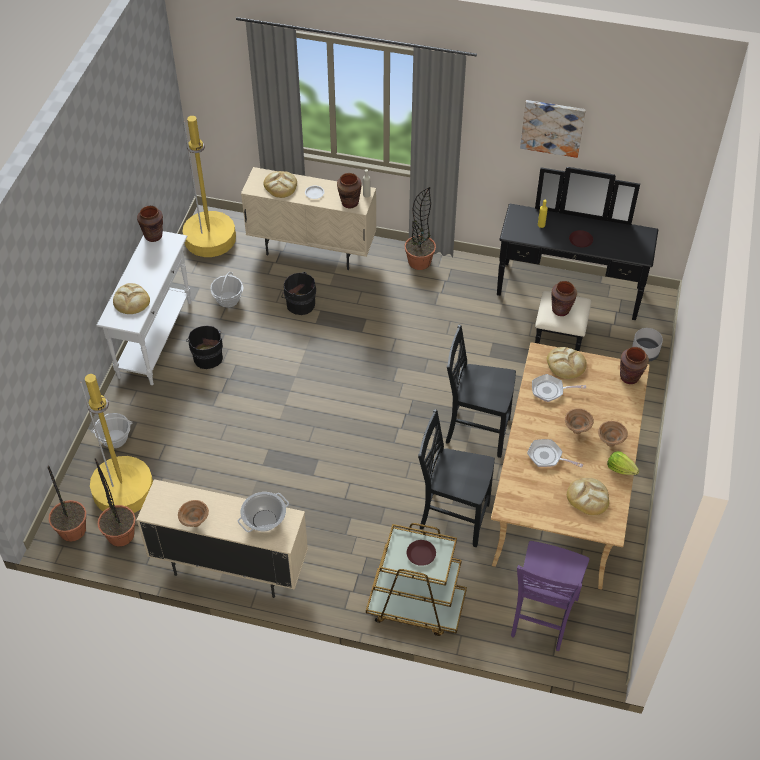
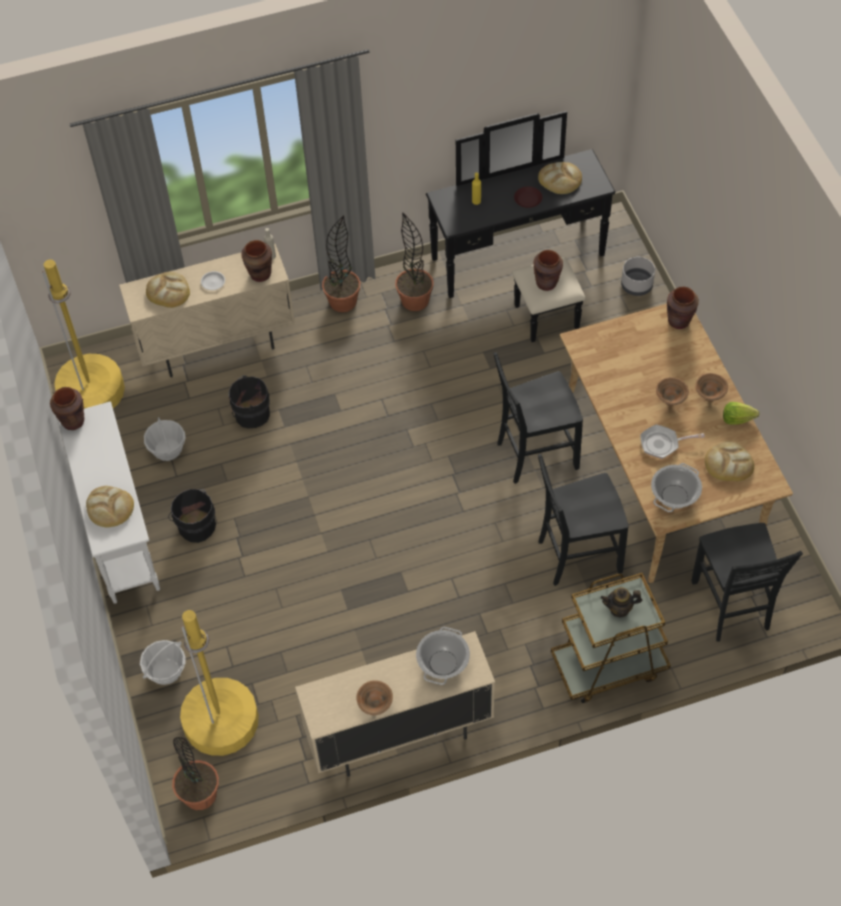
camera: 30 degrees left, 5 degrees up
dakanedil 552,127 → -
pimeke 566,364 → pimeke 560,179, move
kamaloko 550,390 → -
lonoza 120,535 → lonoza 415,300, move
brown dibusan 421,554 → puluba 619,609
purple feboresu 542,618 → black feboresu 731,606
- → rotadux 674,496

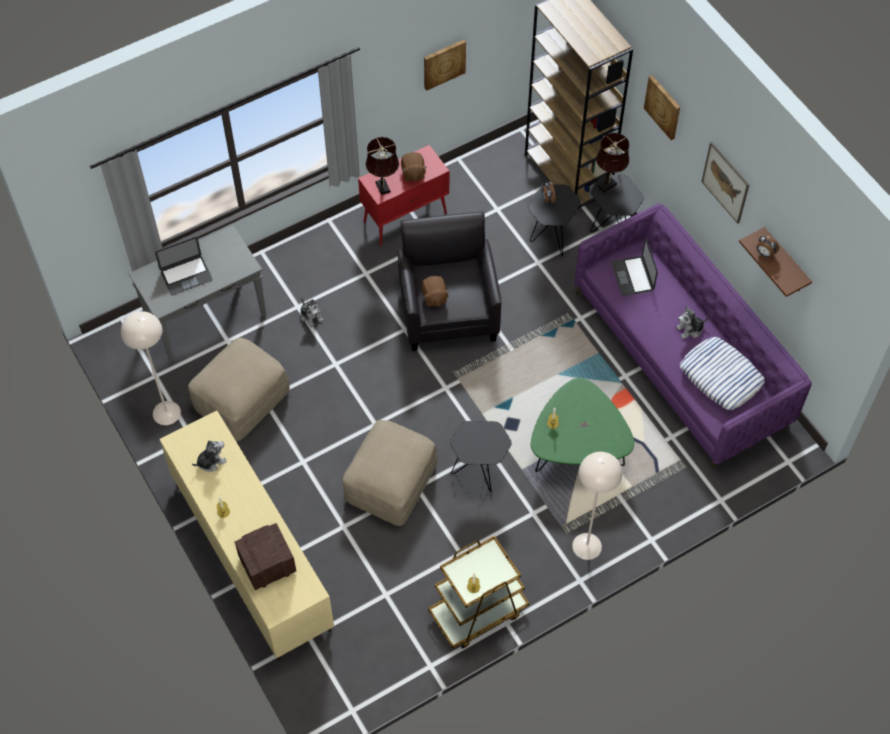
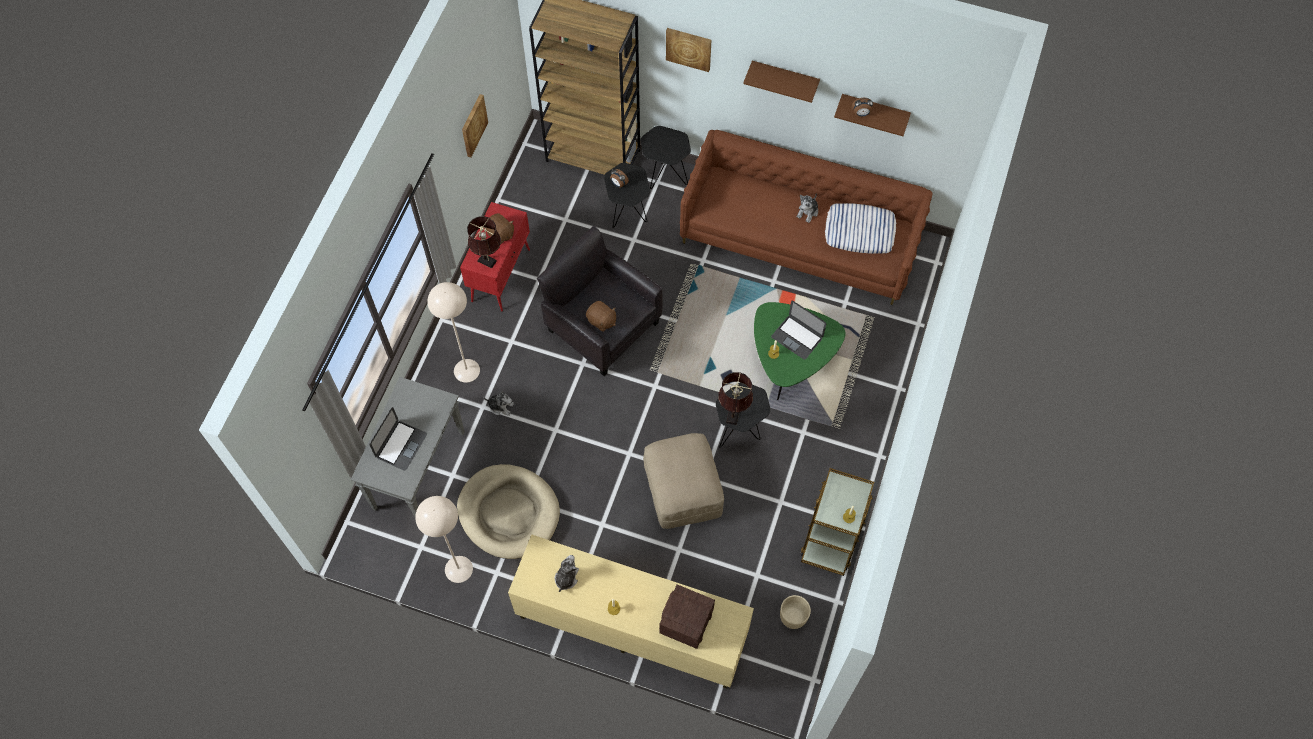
camera: 40 degrees left, 5 degrees up
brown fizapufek 609,184 → brown fizapufek 733,414, move
dakanedil 725,182 → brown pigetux 784,78
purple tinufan 681,358 → brown tinufan 799,239
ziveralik 632,276 → ziveralik 797,337, move
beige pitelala 241,399 → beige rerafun 509,513
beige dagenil 586,546 → beige dagenil 466,370, move
- → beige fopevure 793,617

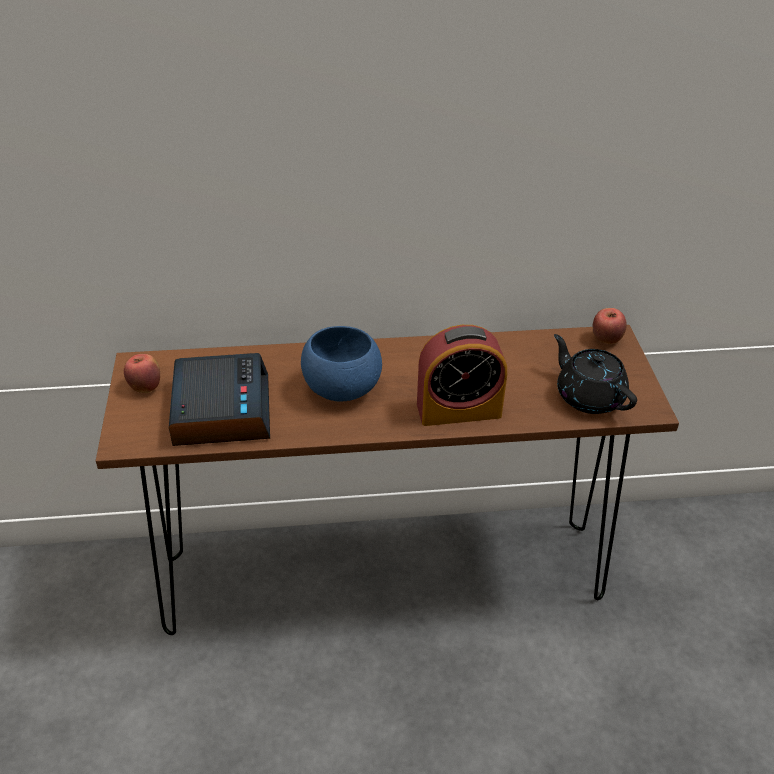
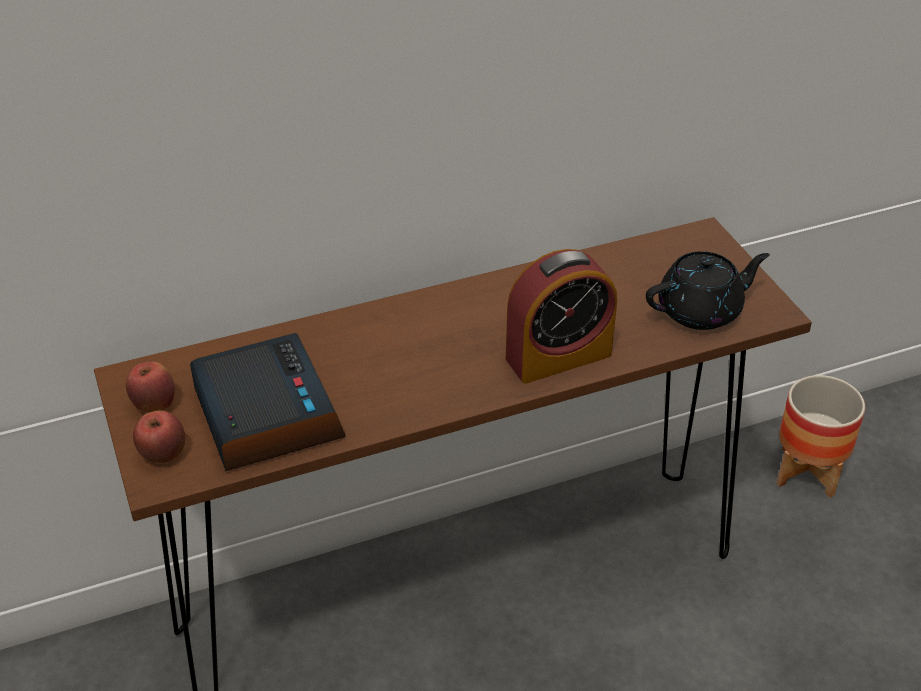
camera: 15 degrees left, 0 degrees up
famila 606,340 → famila 163,455, move
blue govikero 341,389 → -
black puluba 589,396 → black puluba 701,310, 120 degrees clockwise
- → fopevure 807,472

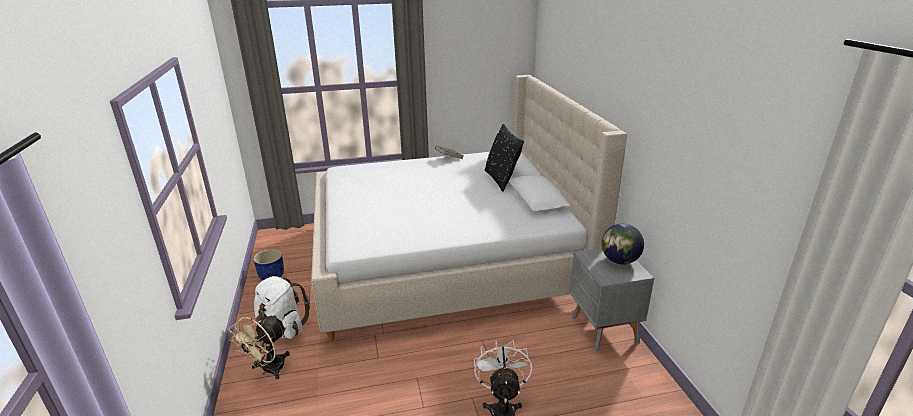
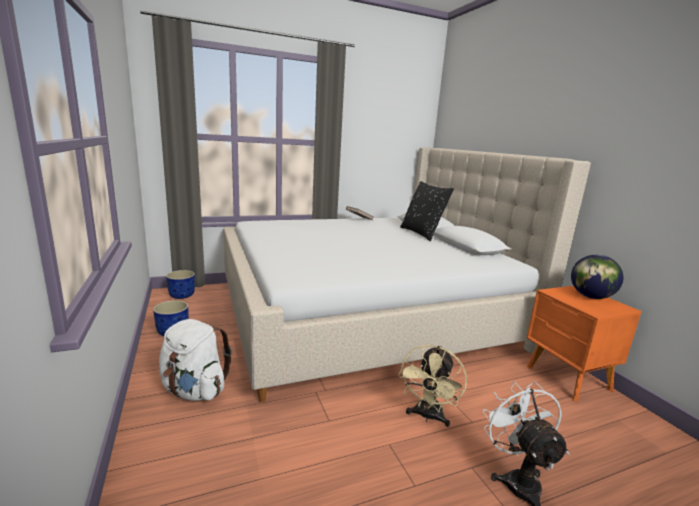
camera: 10 degrees left, 10 degrees down
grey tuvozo 604,330 → orange tuvozo 568,379
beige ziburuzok 268,370 → beige ziburuzok 427,417, move
- → blue fopevure 182,295

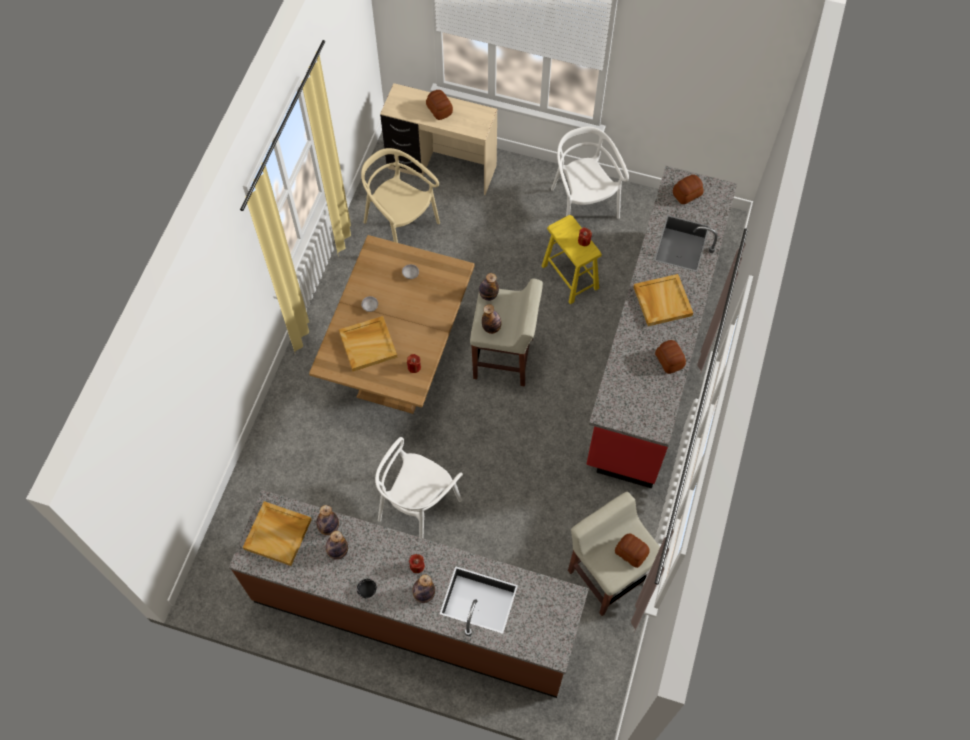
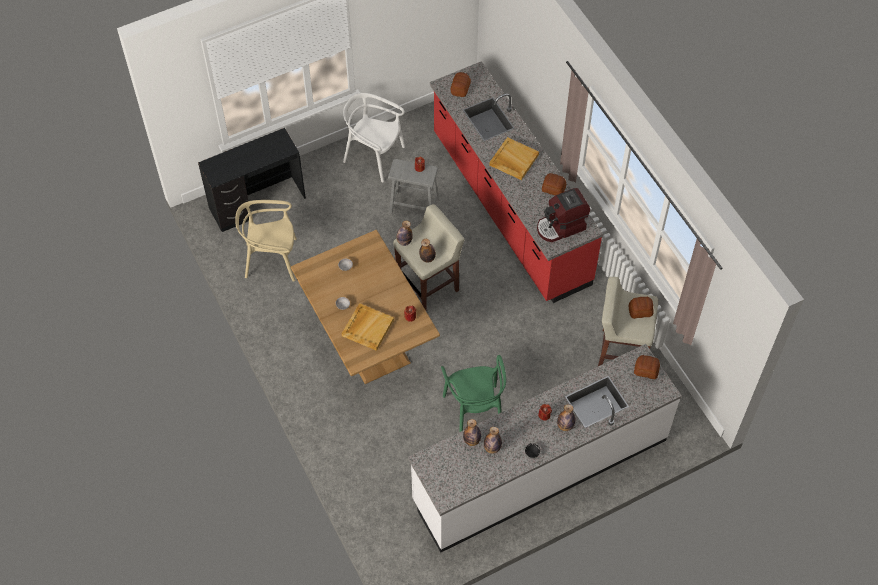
camera: 45 degrees left, 5 degrees down
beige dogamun 442,168 → black dogamun 258,204
pimeke 439,109 → pimeke 646,370, move
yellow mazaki 570,277 → grey mazaki 414,205
white feboresu 418,507 → green feboresu 474,412
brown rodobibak 415,612 → white rodobibak 540,470
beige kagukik 278,534 → -
- → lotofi 561,227

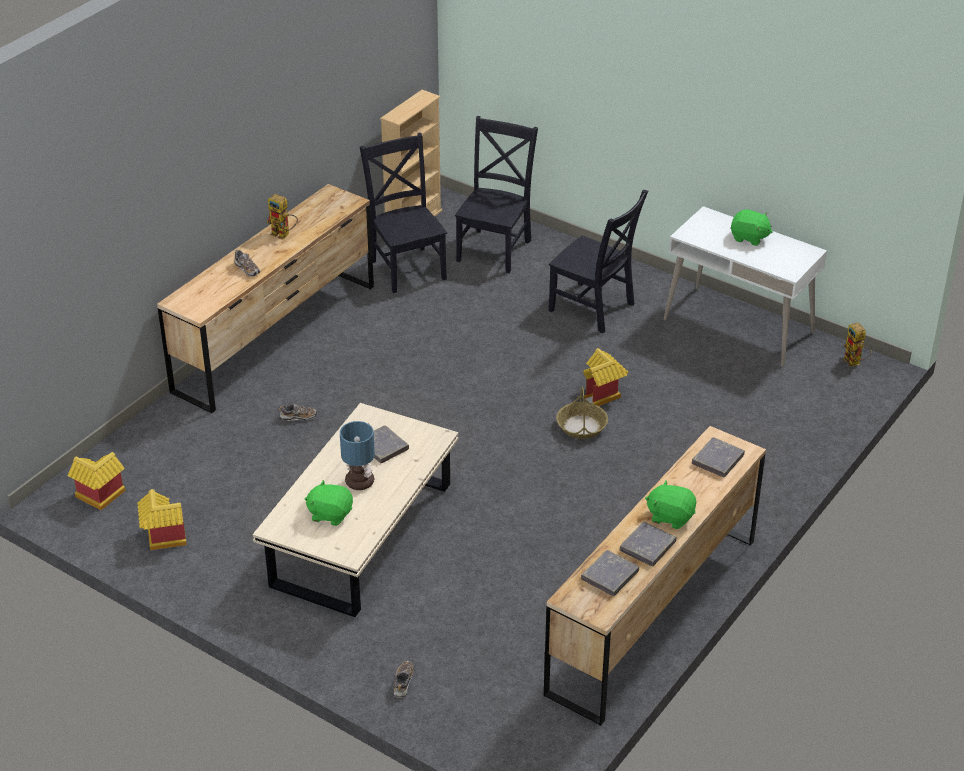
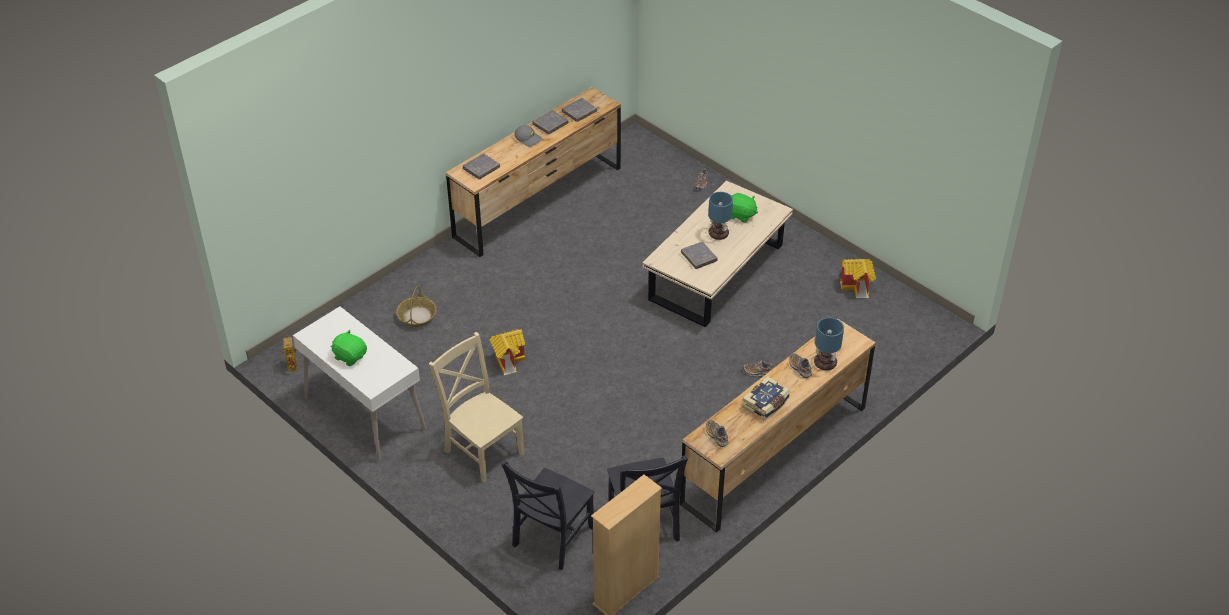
camera: 170 degrees left, 5 degrees up
black feboresu 594,309 → beige feboresu 482,449
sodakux 284,235 → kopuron 766,404
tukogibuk 582,426 → tukogibuk 417,316, move
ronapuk 99,498 → -
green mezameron 670,516 → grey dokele 528,139
- → fizapufek 826,363
- → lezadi 716,436

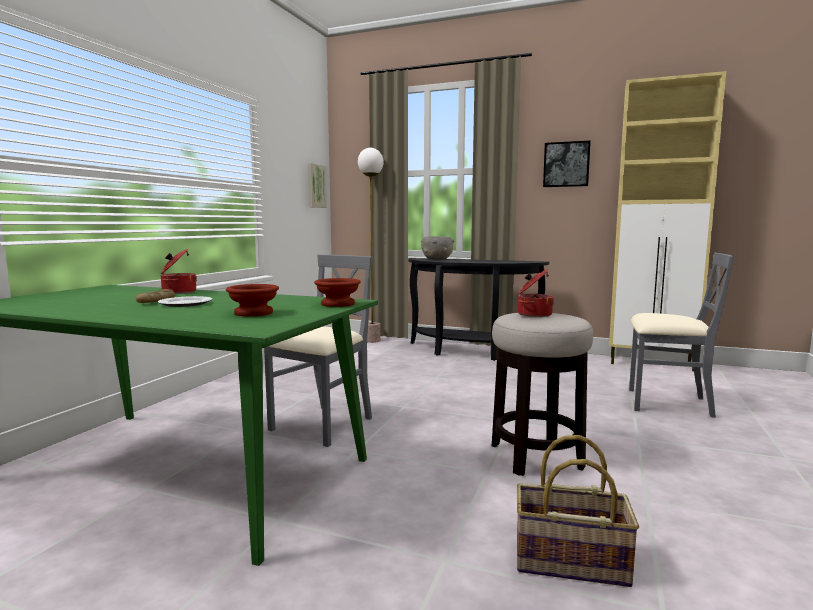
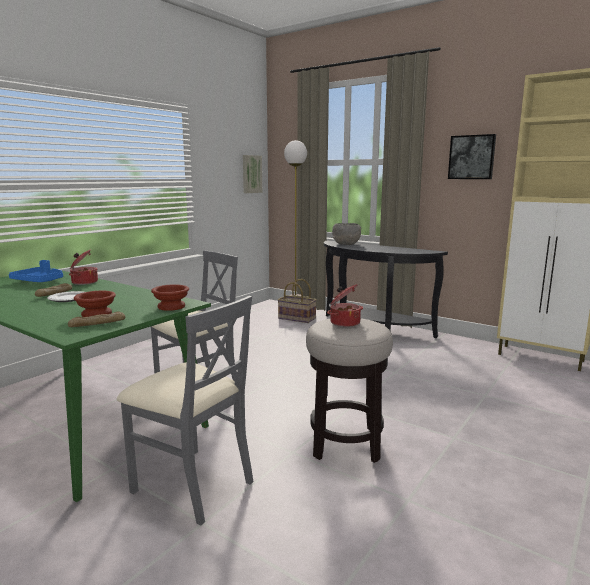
camera: 15 degrees right, 5 degrees up
grey feboresu 667,403 → grey feboresu 193,484, move
tukogibuk 570,562 → tukogibuk 296,318, move
- → blue kagukik 39,281
- → pimeke 97,324

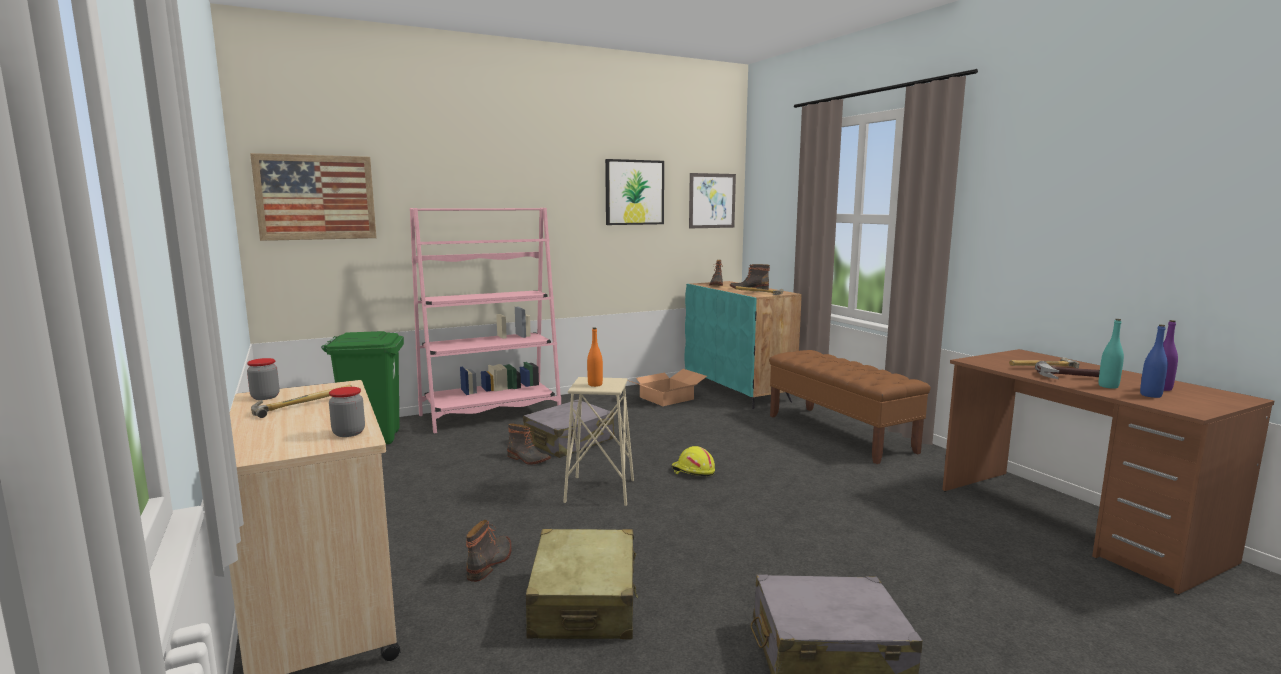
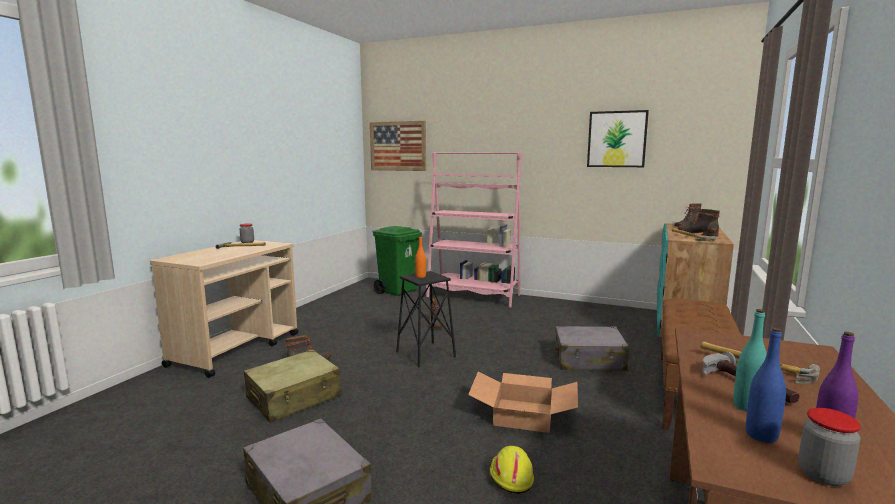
camera: 50 degrees right, 0 degrees up
dakanedil 712,200 → -
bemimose 666,398 → bemimose 524,414, move
beige mazaki 600,491 → black mazaki 426,354
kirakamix 349,433 → kirakamix 823,475, move
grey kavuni 569,441 → grey kavuni 589,360, move
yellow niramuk 693,471 → yellow niramuk 510,477, move

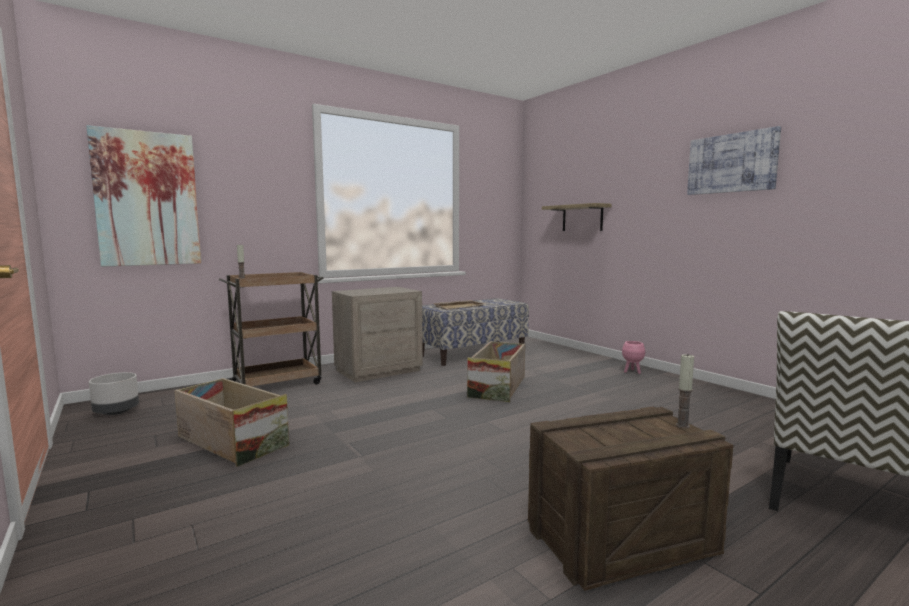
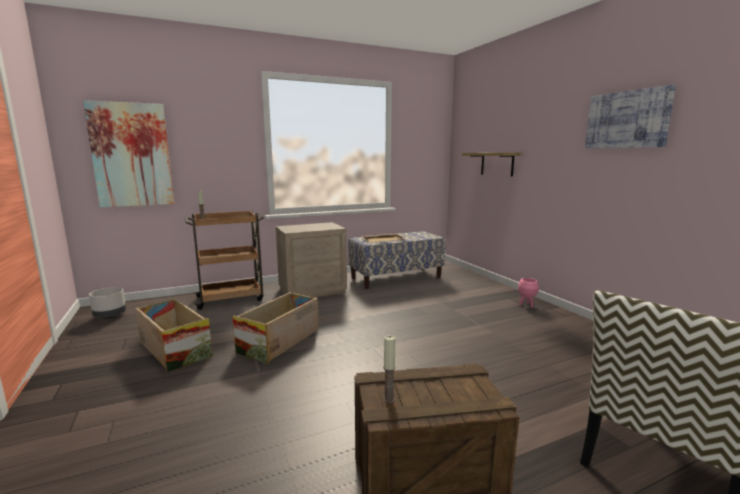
camera: 10 degrees right, 5 degrees up
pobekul 498,386 → pobekul 280,340, move
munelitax 682,426 → munelitax 389,399, move

